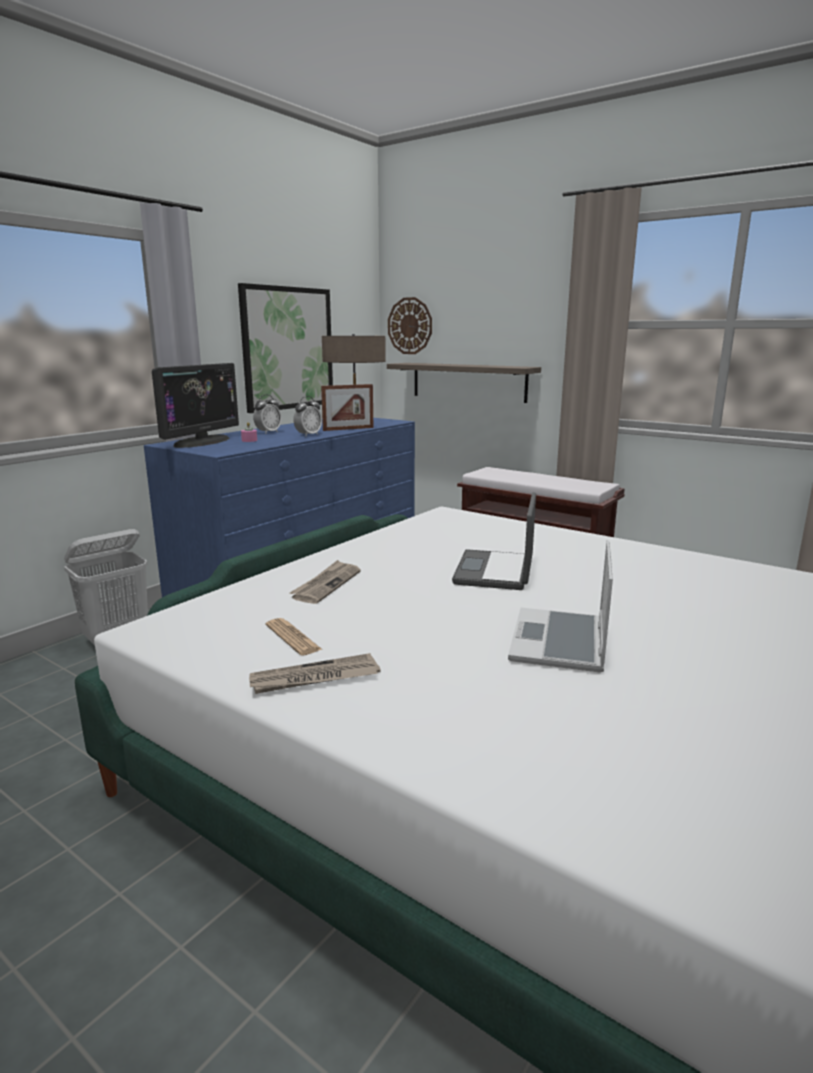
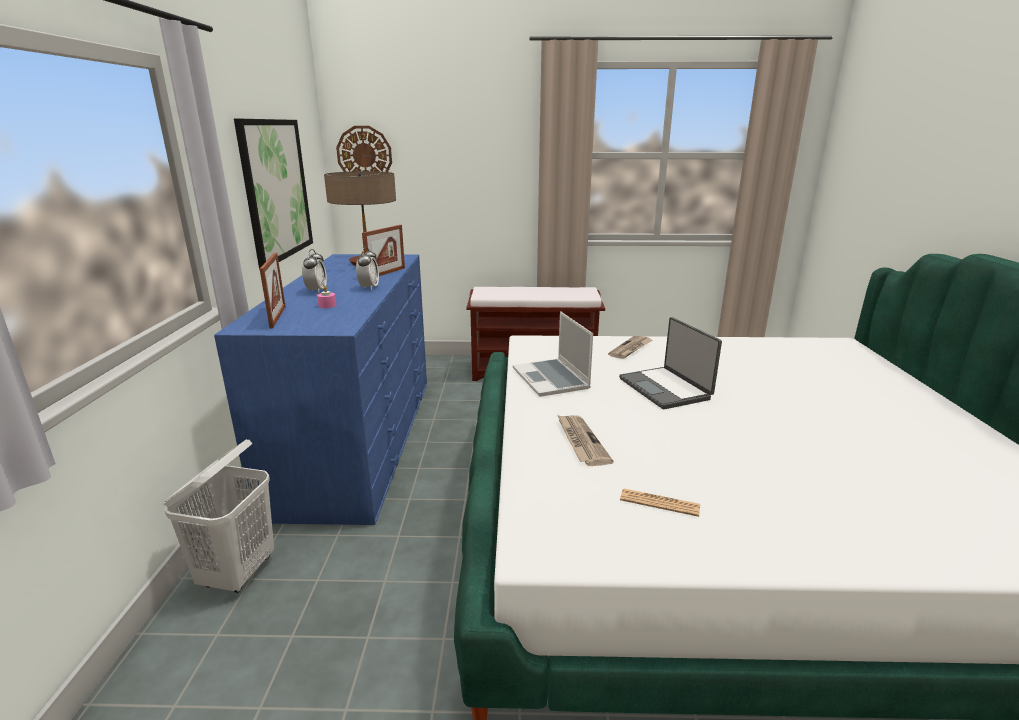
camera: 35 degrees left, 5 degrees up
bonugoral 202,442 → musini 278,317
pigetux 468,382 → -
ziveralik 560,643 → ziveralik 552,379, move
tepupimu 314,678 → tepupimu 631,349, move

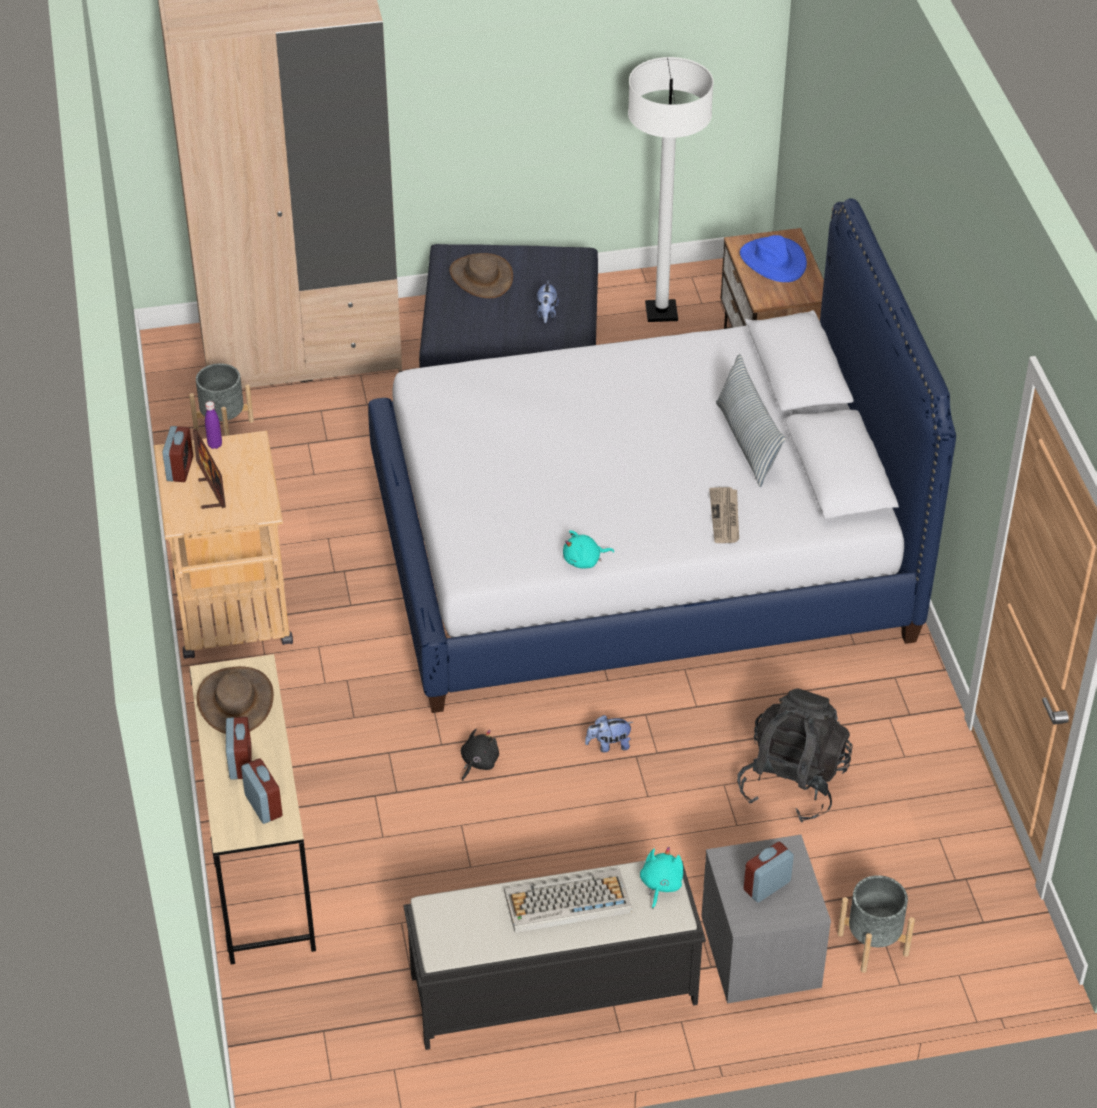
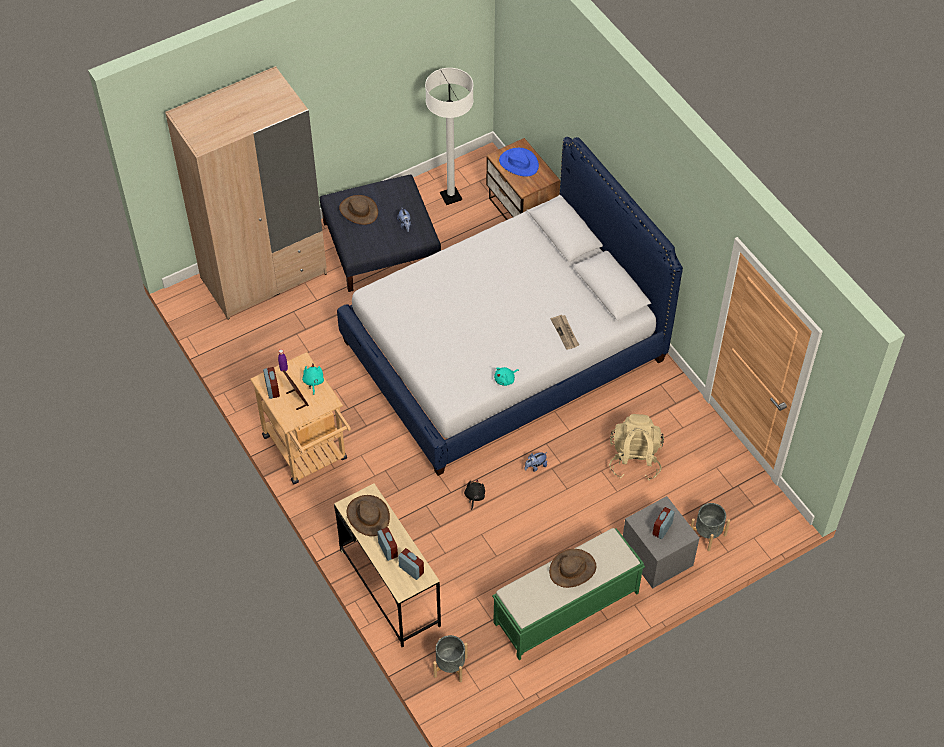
camera: 20 degrees left, 10 degrees up
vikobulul 747,442 → -
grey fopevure 224,425 → grey fopevure 450,667, move
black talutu 792,783 → beige talutu 634,459
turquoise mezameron 660,885 → turquoise mezameron 313,382, move
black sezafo 551,989 → green sezafo 565,608
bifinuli 566,902 → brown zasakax 572,569

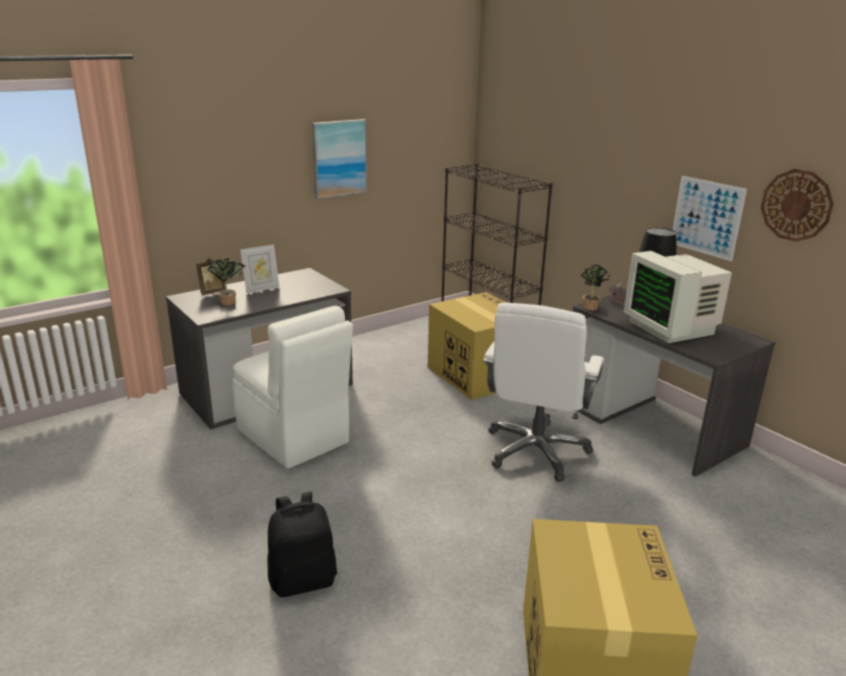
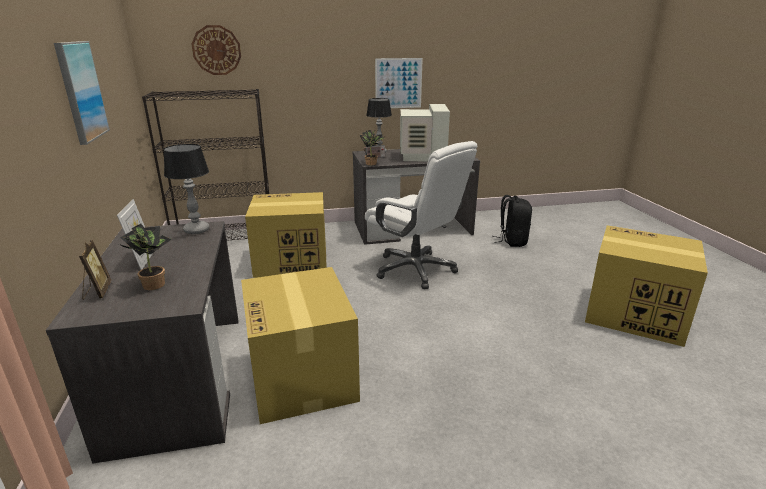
camera: 65 degrees left, 0 degrees up
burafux 796,205 → burafux 216,50, move
bonugoral 671,327 → bonugoral 421,156, 90 degrees counterclockwise
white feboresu 294,437 → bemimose 303,378
black talutu 303,580 → black talutu 512,241, move
- → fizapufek 197,230

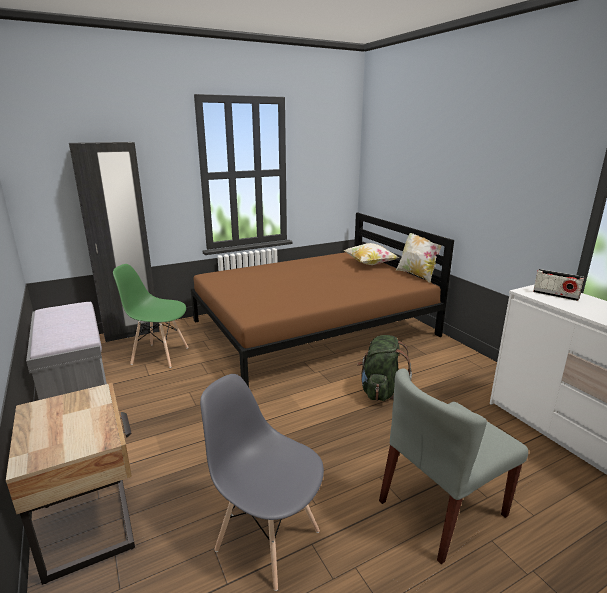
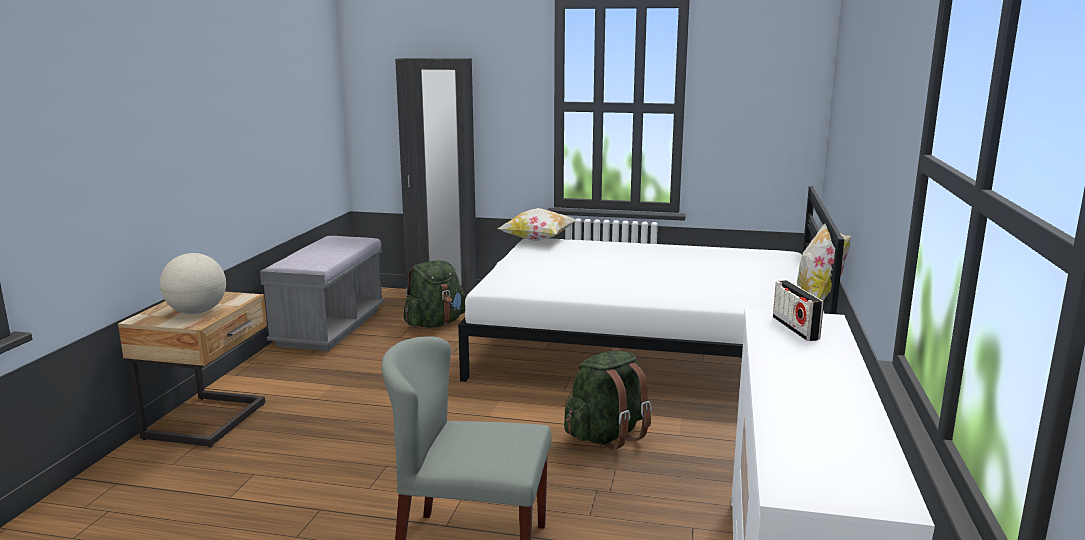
camera: 40 degrees right, 5 degrees down
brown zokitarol 313,328 → white zokitarol 647,348
vikobulul 370,264 → vikobulul 538,240, move
green feboresu 159,355 → green talutu 435,324
grey feboresu 267,539 → -
- → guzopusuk 196,312

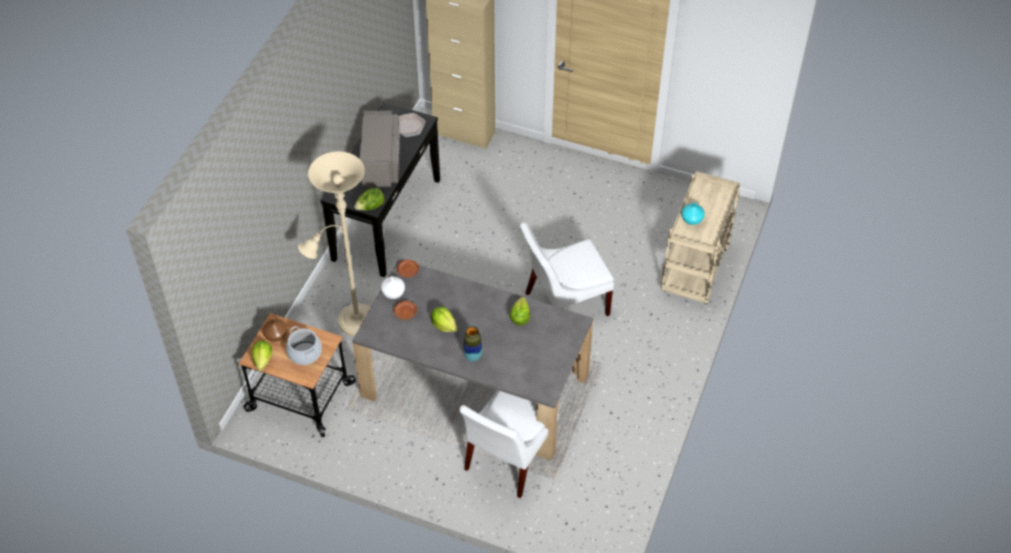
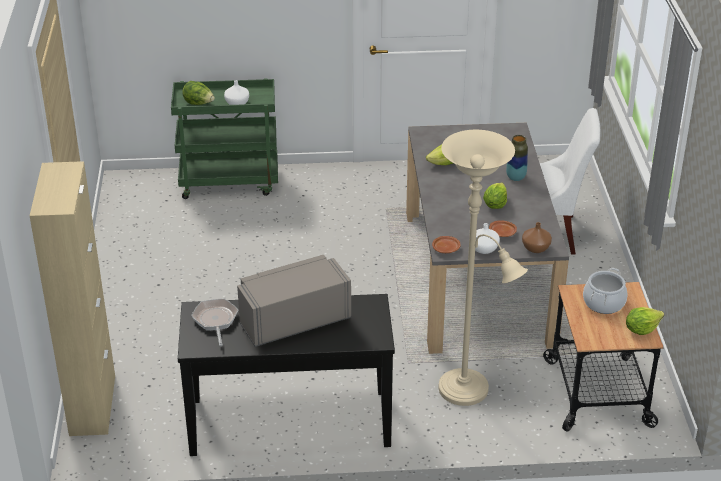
camera: 115 degrees left, 15 degrees down
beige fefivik 695,272 → green fefivik 230,182
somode 370,207 → somode 199,104, move
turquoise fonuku 691,219 → white fonuku 237,104
white feboresu 563,305 → -
brown fonuku 275,335 → brown fonuku 535,248, move

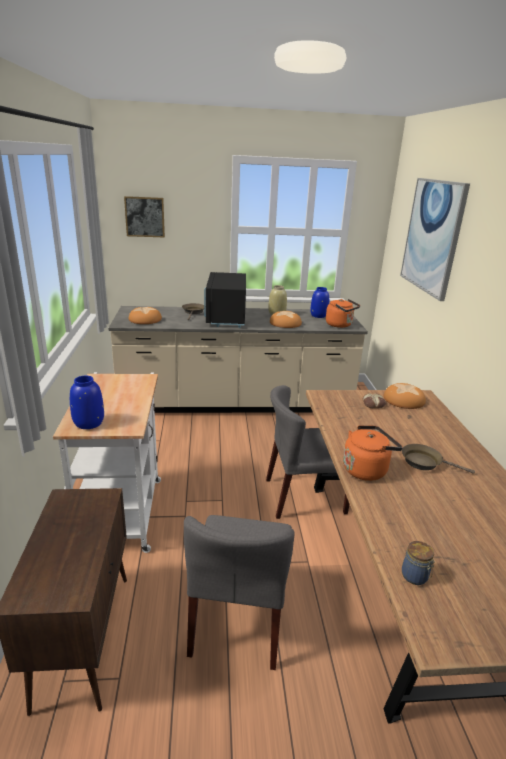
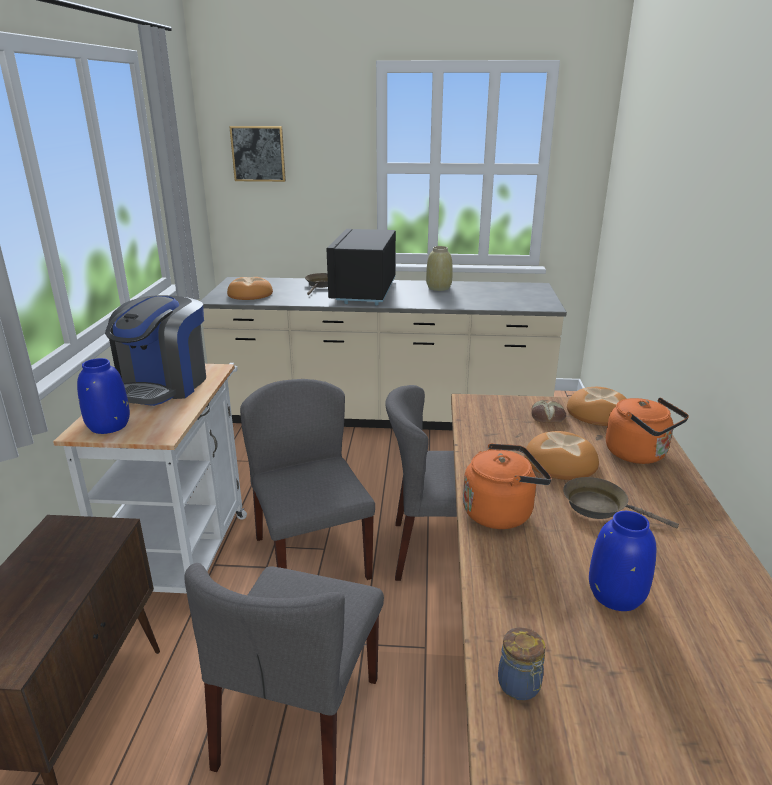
camera: 10 degrees right, 0 degrees up
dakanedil 432,236 → -
blue fonuku 319,316 → blue fonuku 617,595, move
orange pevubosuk 340,325 → orange pevubosuk 639,454, move
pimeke 285,323 → pimeke 561,462, move
- → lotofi 163,385
- → grey feboresu 311,557

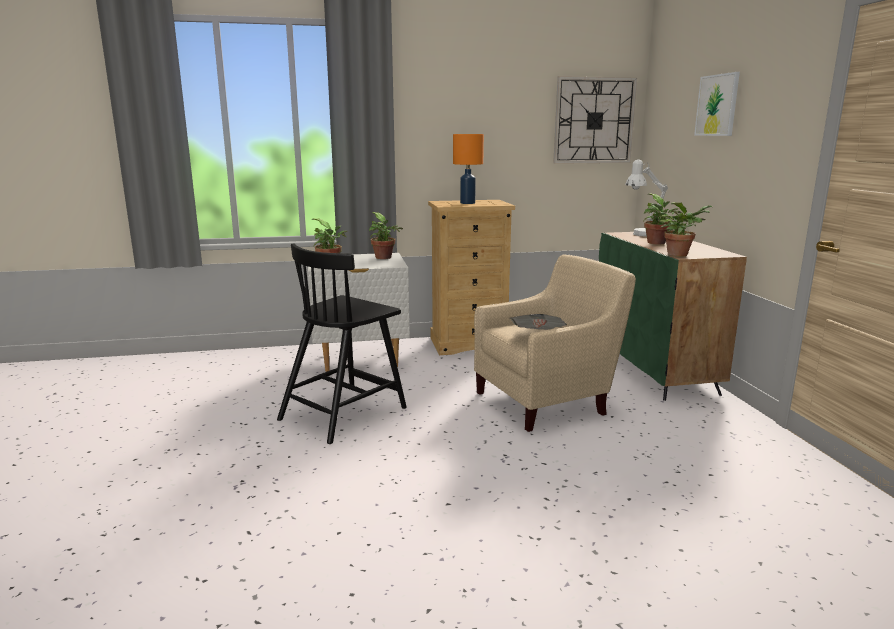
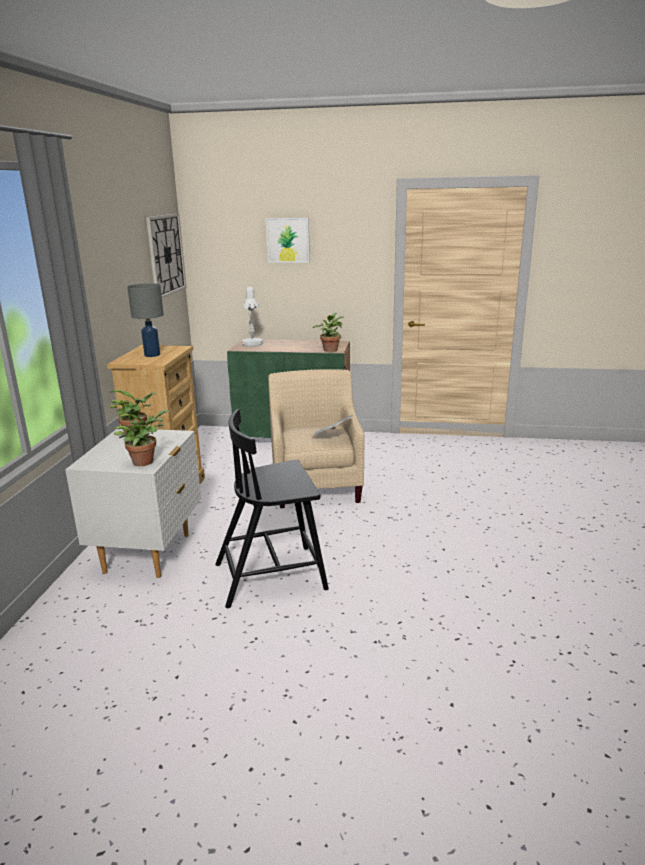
camera: 70 degrees left, 5 degrees up
orange fizapufek 467,203 → grey fizapufek 152,355
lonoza 657,243 → -
black feboresu 344,412 → black feboresu 272,575, 105 degrees clockwise

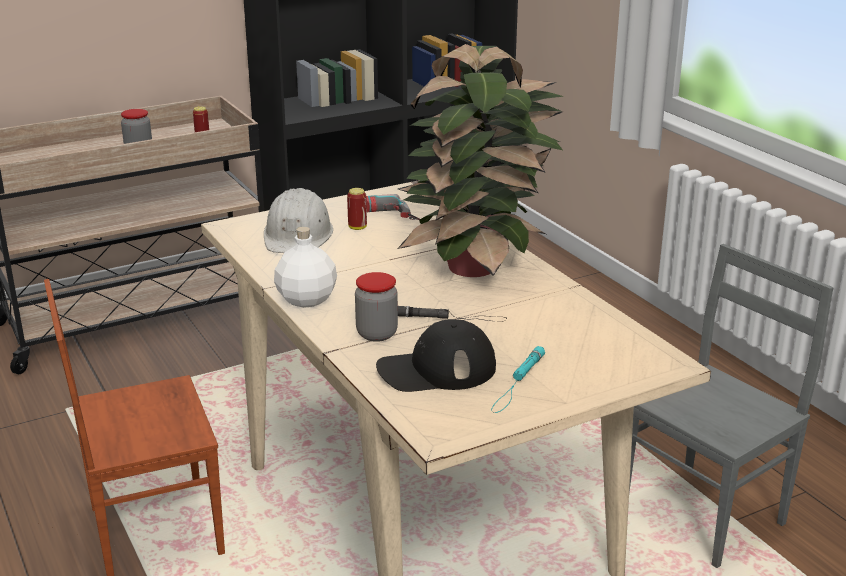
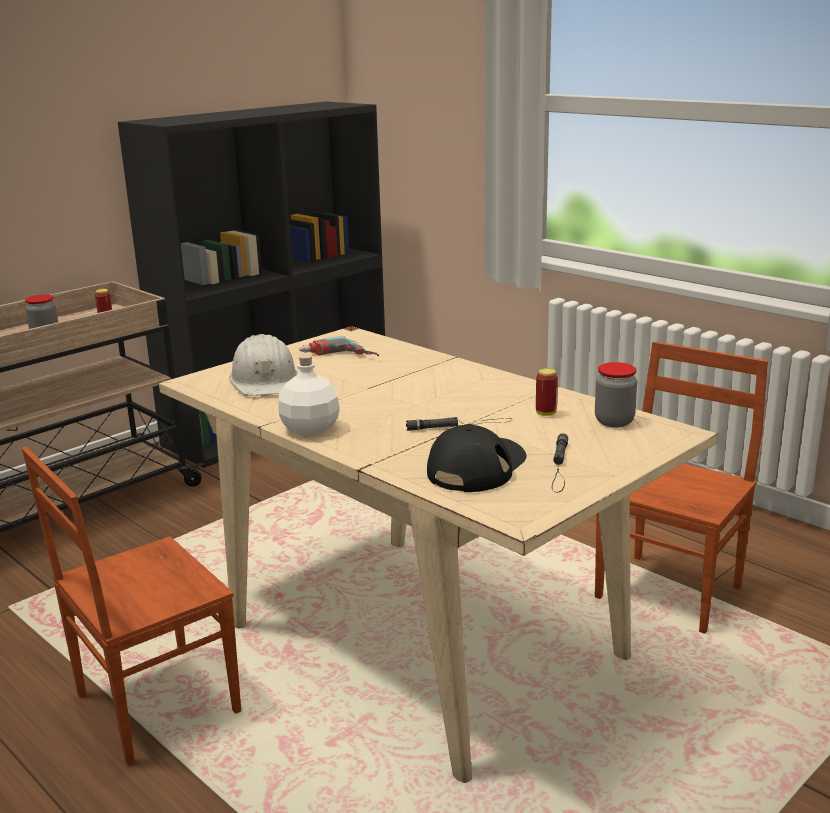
camera: 15 degrees left, 5 degrees down
lonoza 478,266 → -
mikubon 357,227 → mikubon 546,413, move
grey feboresu 705,515 → brown feboresu 671,592
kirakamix 377,334 → kirakamix 614,421, move
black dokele 436,370 → black dokele 477,467, 150 degrees clockwise
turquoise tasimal 517,383 → black tasimal 560,466

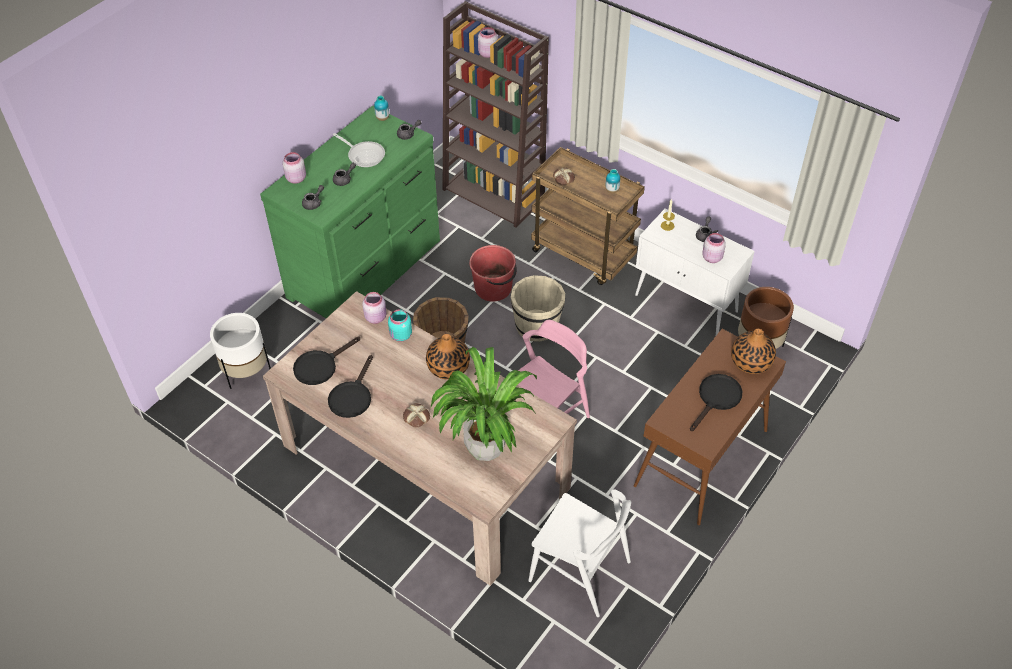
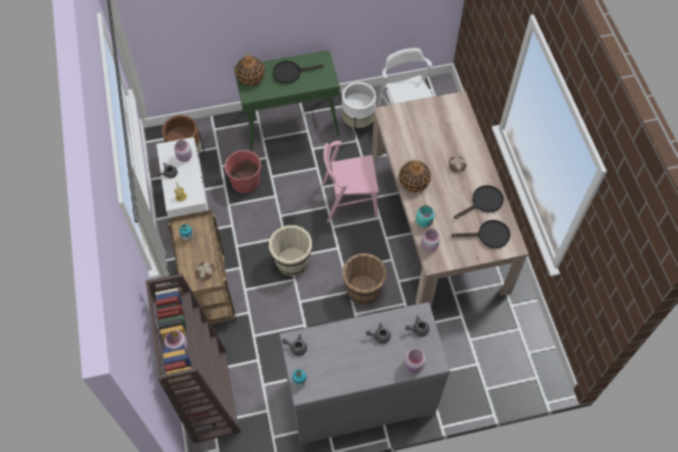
camera: 140 degrees left, 10 degrees up
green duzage 367,269 → grey duzage 359,395
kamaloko 364,155 → -
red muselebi 494,288 → red muselebi 245,181, move
white fopevure 247,372 → white fopevure 358,123, move
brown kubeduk 701,459 → green kubeduk 291,123
lonoza 485,445 → -

